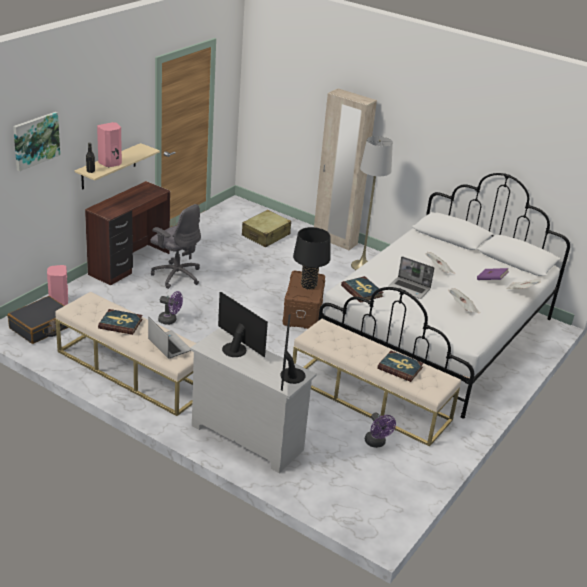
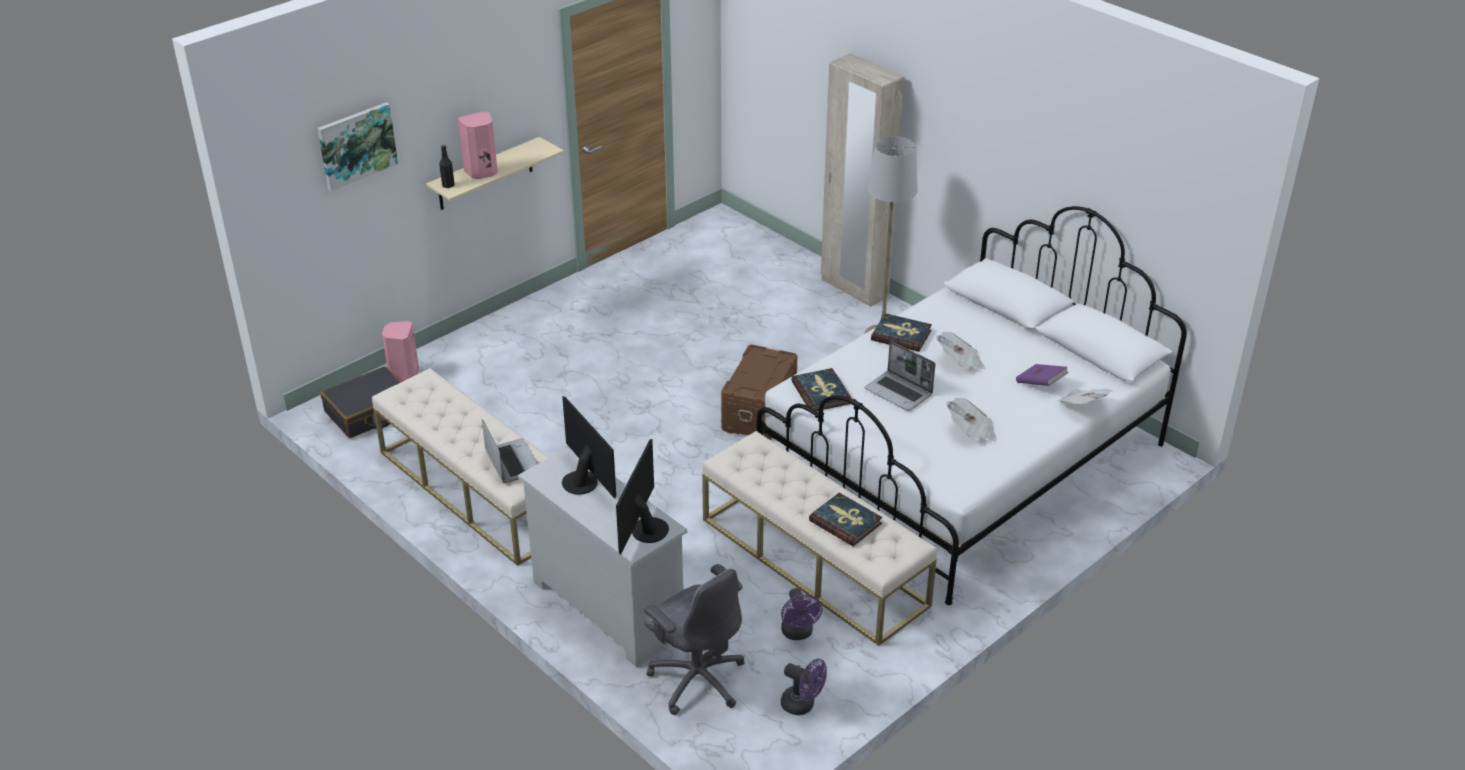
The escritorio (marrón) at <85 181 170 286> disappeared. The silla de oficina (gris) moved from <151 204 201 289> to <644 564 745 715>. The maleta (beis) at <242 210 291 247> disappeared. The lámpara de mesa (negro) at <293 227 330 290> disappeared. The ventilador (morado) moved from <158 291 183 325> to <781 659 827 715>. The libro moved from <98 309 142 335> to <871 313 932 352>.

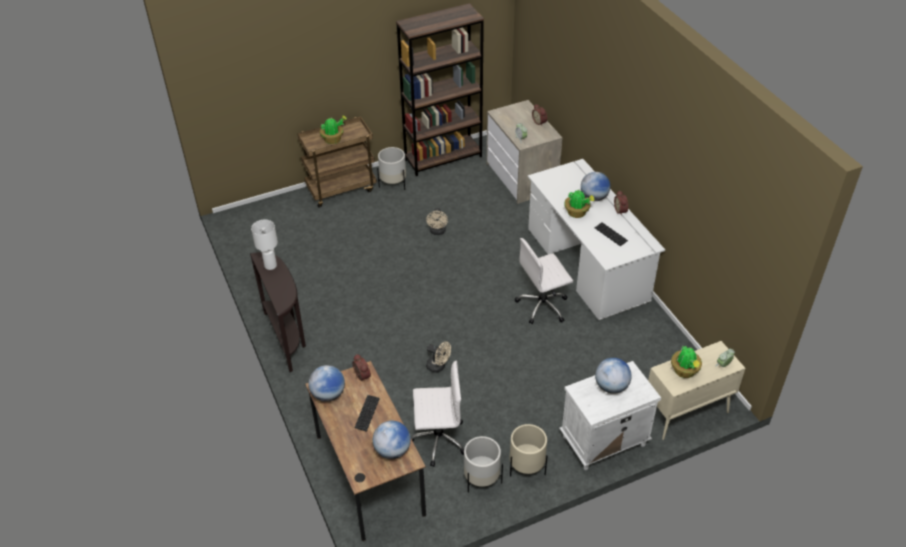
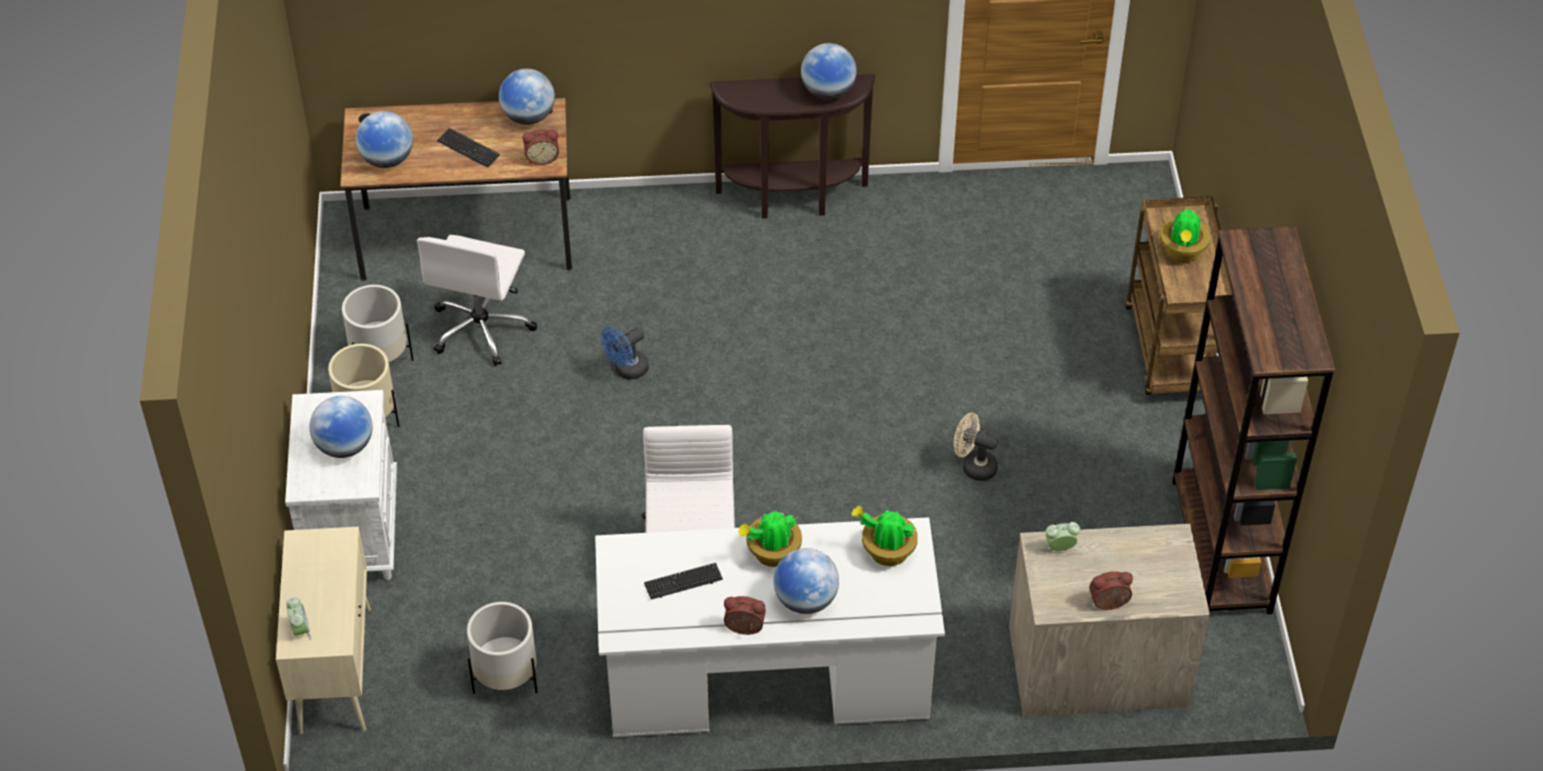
The maceta (blanco) moved from <377 147 406 190> to <467 602 538 694>. The lámpara de mesa (blanco) at <251 220 278 270> was replaced by the globo terráqueo at <801 43 857 99>. The ventilador (beis) at <426 342 451 373> became the ventilador (azul) at <601 326 649 380>. The planta en maceta moved from <671 346 702 378> to <851 506 918 566>.

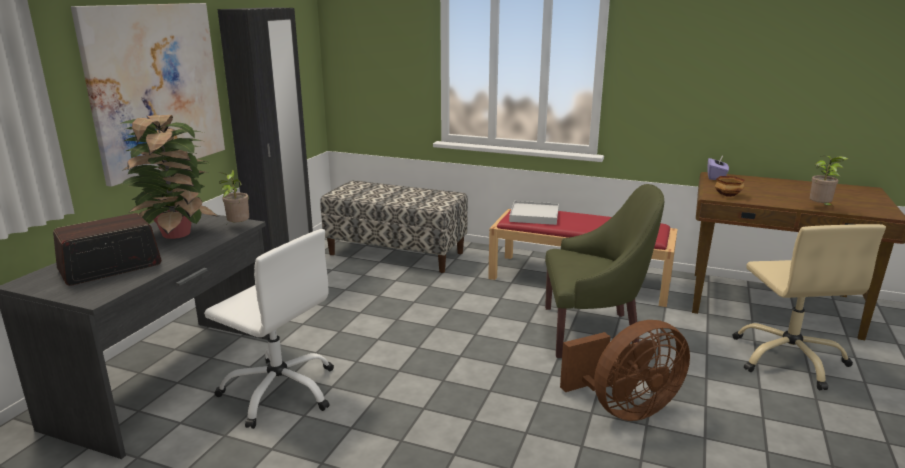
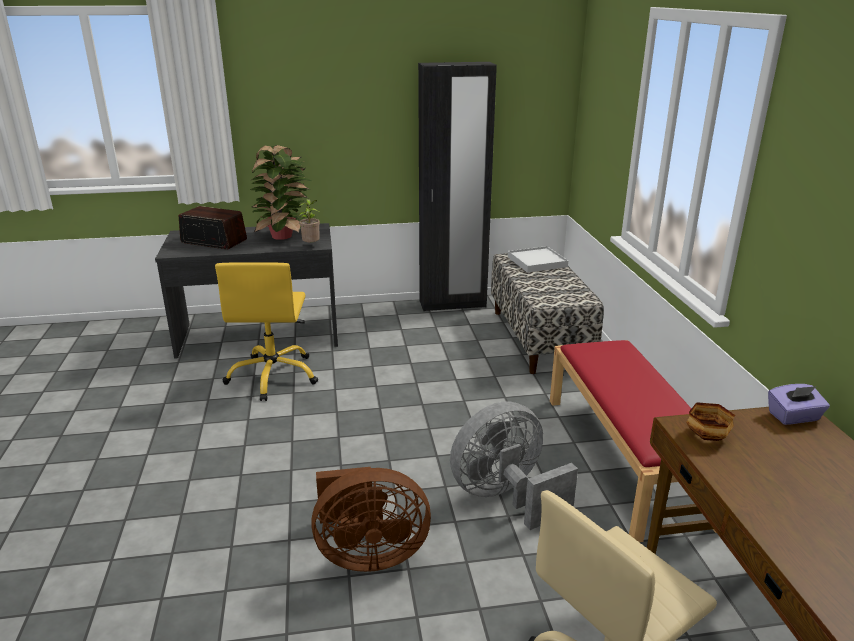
The cuadro at <71 3 225 187> disappeared. The planta en maceta at <810 156 848 207> disappeared. The sillón (verde) at <545 184 665 358> was replaced by the ventilador (gris) at <450 401 578 530>. The bandeja (blanco) moved from <509 201 559 225> to <508 246 568 273>. The silla de oficina (blanco) at <204 229 334 429> became the silla de oficina (amarillo) at <215 262 318 401>. The ventilador (marrón) at <560 320 690 421> turned 45 degrees counterclockwise.

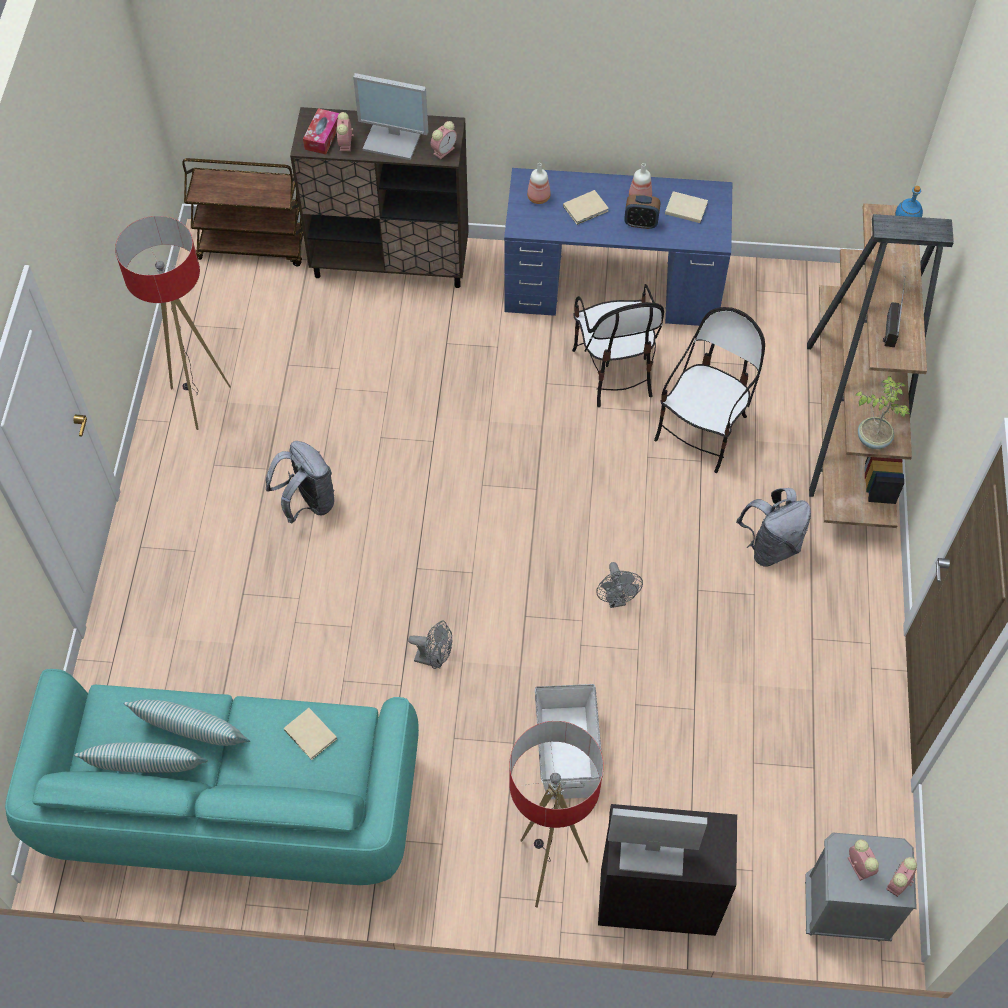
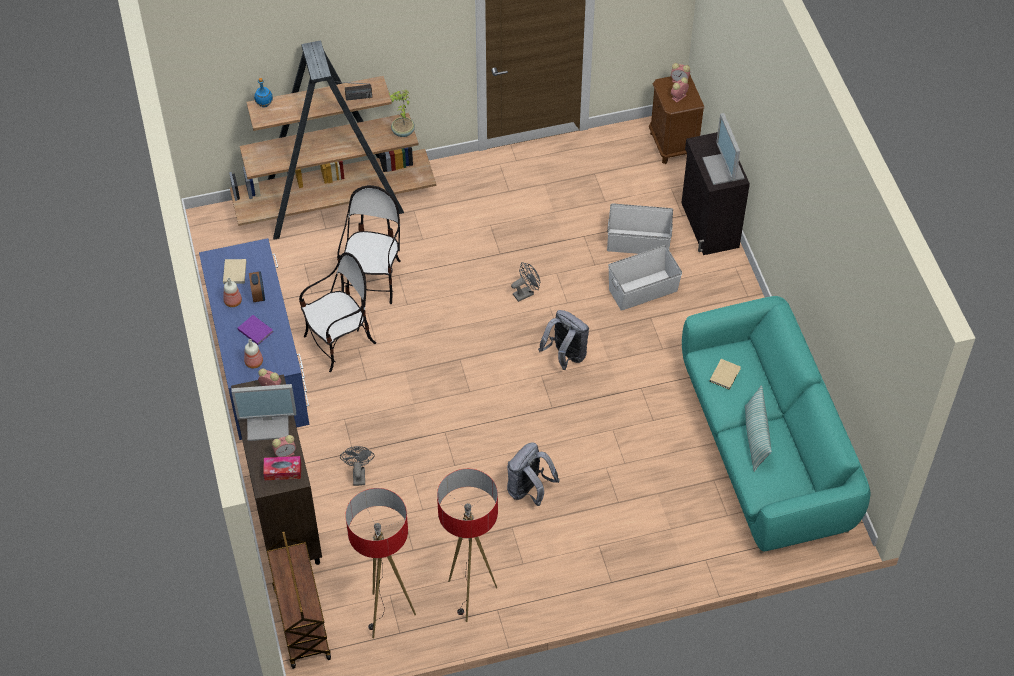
The monitor at <353 73 428 160> turned 90 degrees clockwise. The libro (beis) at <563 190 609 225> became the libro (morado) at <237 315 273 345>. The silla at <654 307 765 473> turned 90 degrees clockwise. The mochila (gris) moved from <736 488 811 567> to <538 310 589 370>. The ventilador (gris) moved from <408 621 452 669> to <340 446 375 486>. The lámpara de pie moved from <509 721 604 907> to <345 488 416 639>. The cojín at <74 742 208 773> disappeared. The mesita de noche (gris) at <805 833 917 942> became the mesita de noche (marrón) at <649 75 704 164>. The caja de almacenaje (blanco) at <607 203 673 254> appeared.

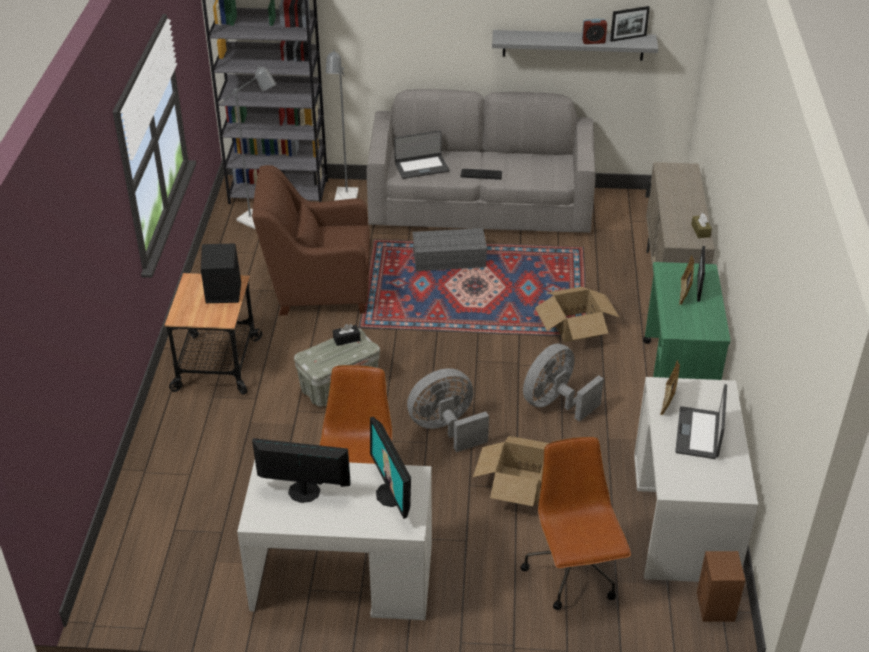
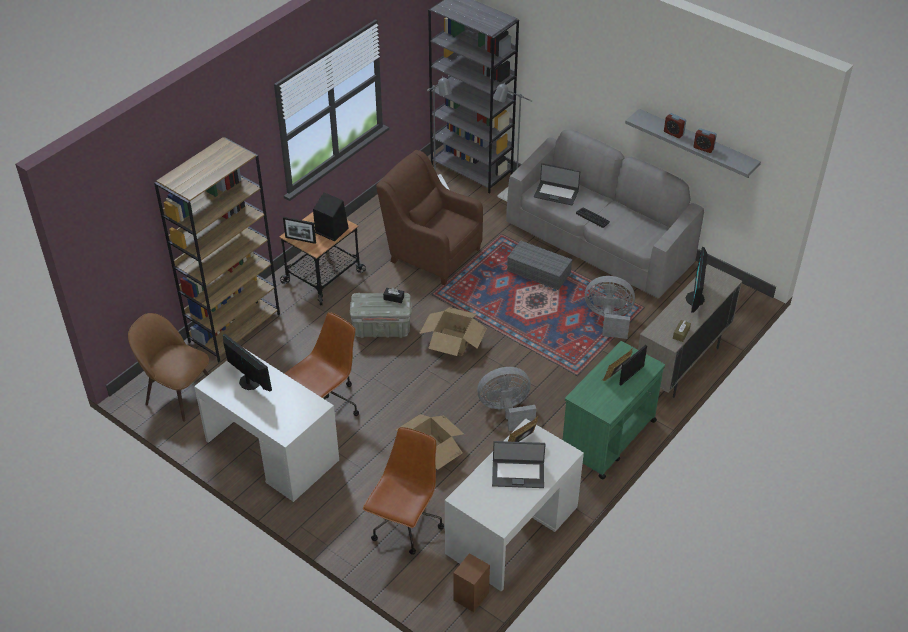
The portarretratos moved from <610 6 650 42> to <283 217 316 244>. The caja de cartón moved from <535 287 620 342> to <419 307 487 356>. The ventilador (gris) moved from <407 368 489 452> to <585 276 635 339>. The portátil at <675 384 727 459> turned 135 degrees counterclockwise. The monitor moved from <370 417 411 519> to <686 247 708 313>. The despertador at <664 113 686 138> appeared. The estantería (marrón) at <154 137 280 362> appeared. The silla (marrón) at <128 313 209 422> appeared.

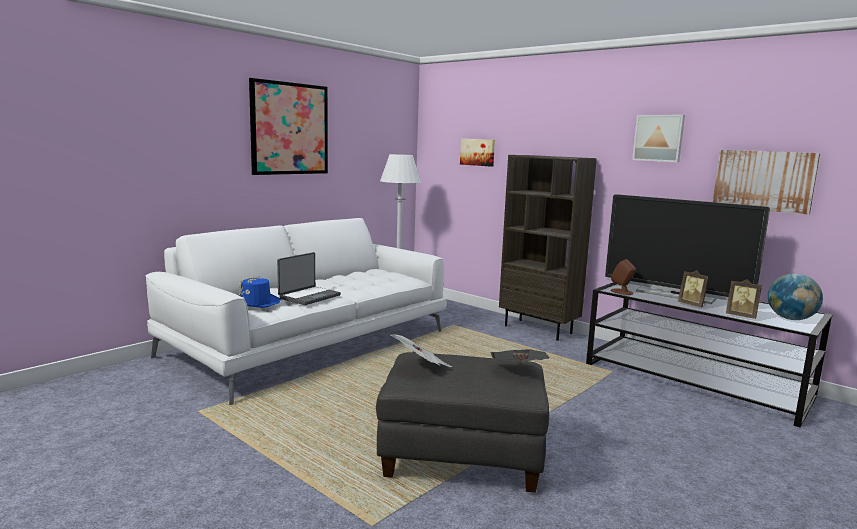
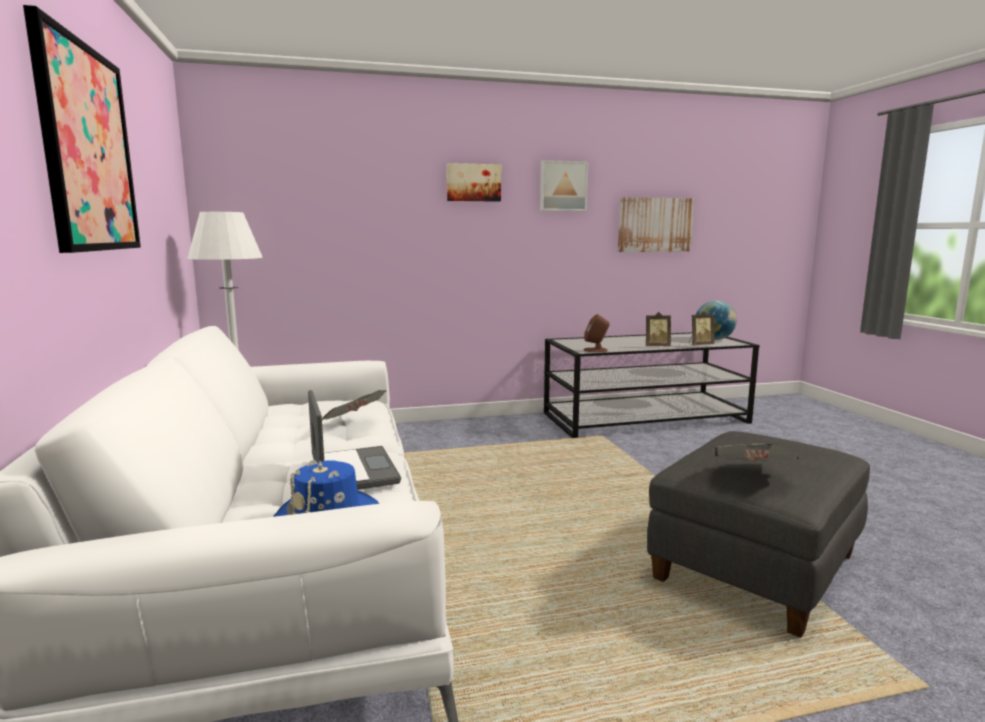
The cuadro moved from <460 139 495 167> to <447 163 501 202>. The estantería (marrón) at <499 155 597 341> disappeared. The televisor at <605 194 770 304> disappeared. The periódico moved from <490 349 549 362> to <322 390 387 420>.

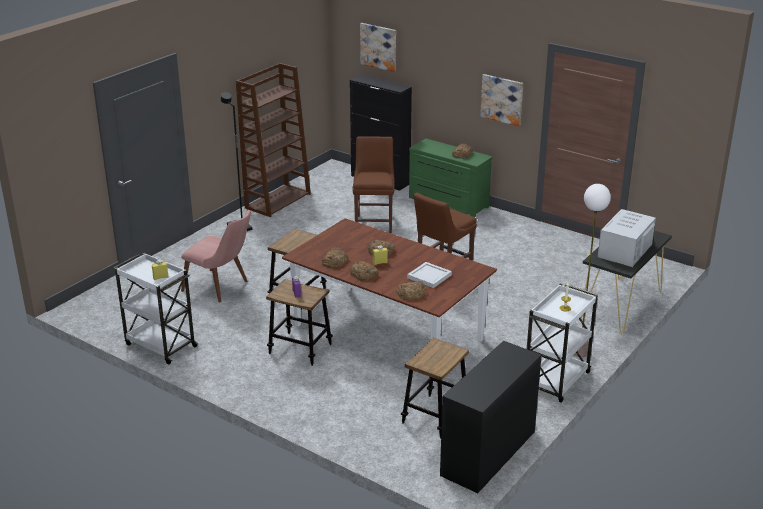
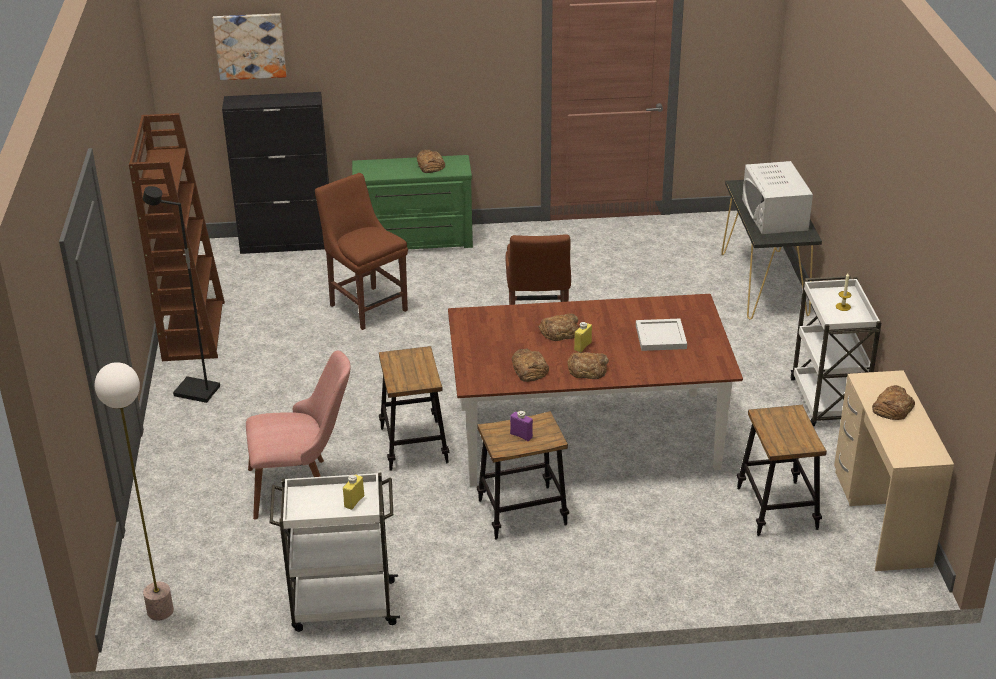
The cuadro at <480 74 523 126> disappeared. The lámpara de pie moved from <574 184 611 357> to <95 362 174 620>. The pan moved from <396 281 426 300> to <872 385 915 420>. The escritorio (negro) at <440 341 542 493> became the escritorio (beis) at <834 370 954 571>.

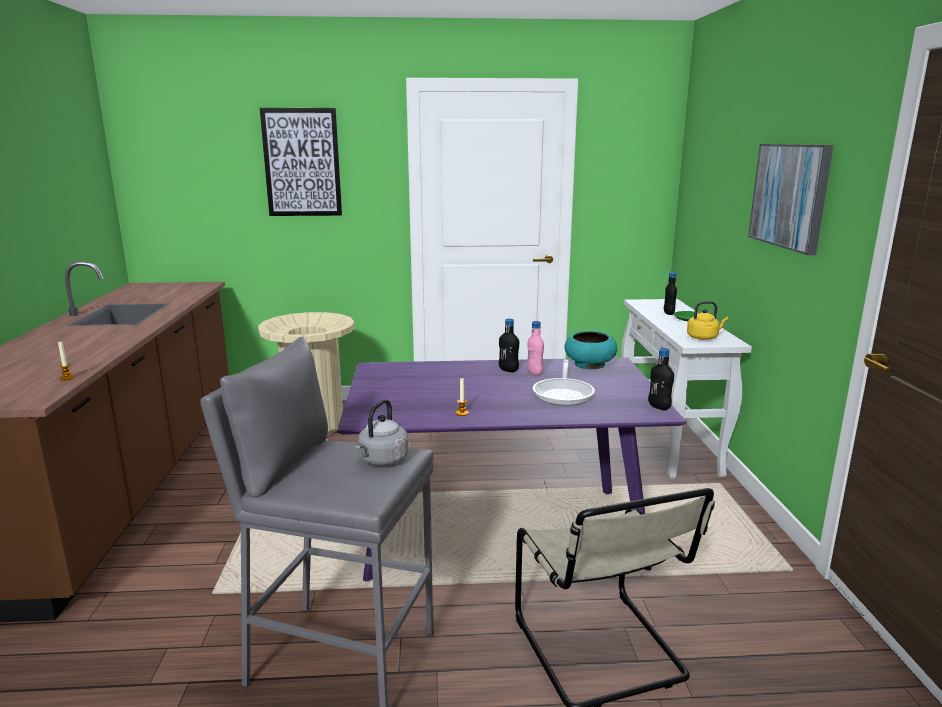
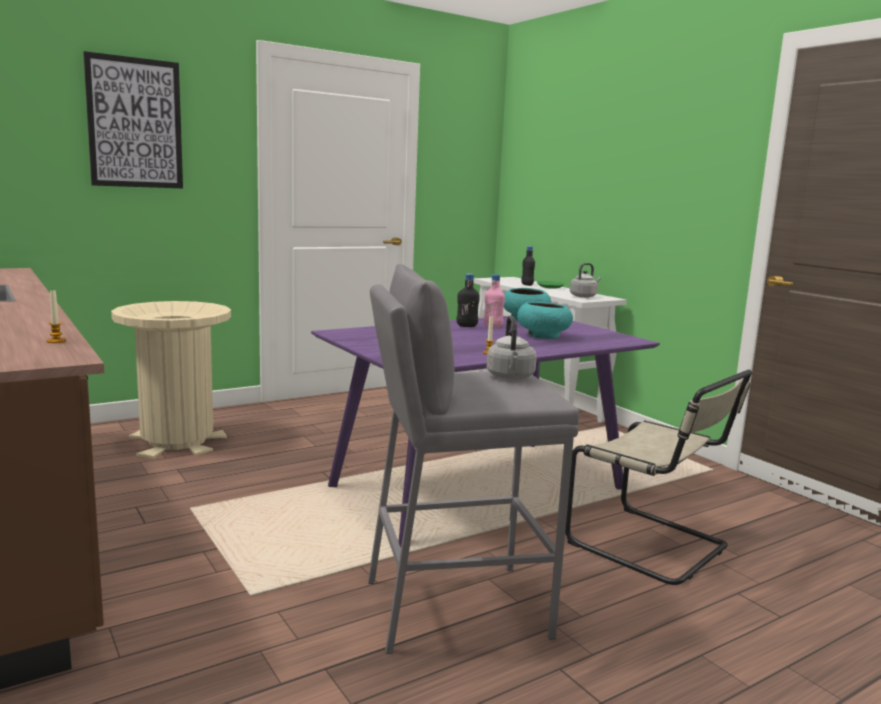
The cuadro at <748 144 833 255> disappeared. The hervidor (amarillo) at <687 301 728 340> became the hervidor (gris) at <570 263 601 298>. The botella (negro) at <648 348 674 410> disappeared. The sartén at <533 360 595 406> was replaced by the cuenco (turquesa) at <517 302 573 339>.

